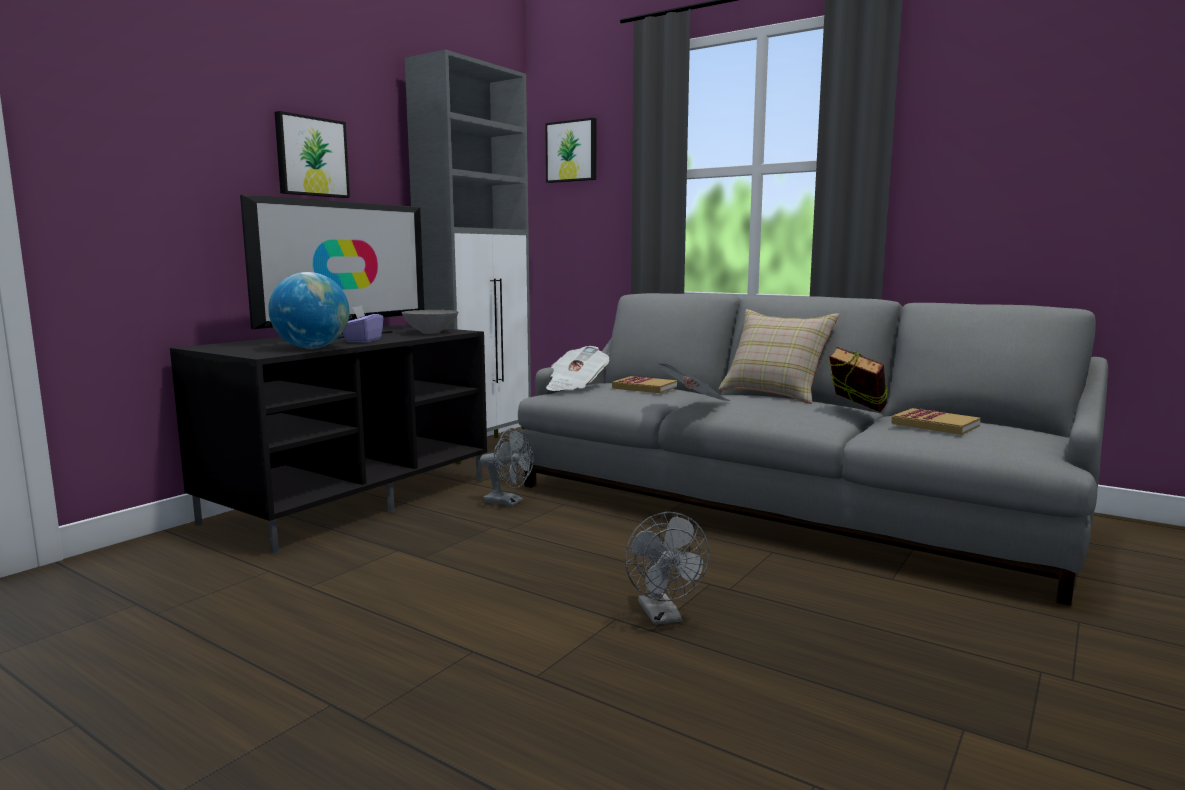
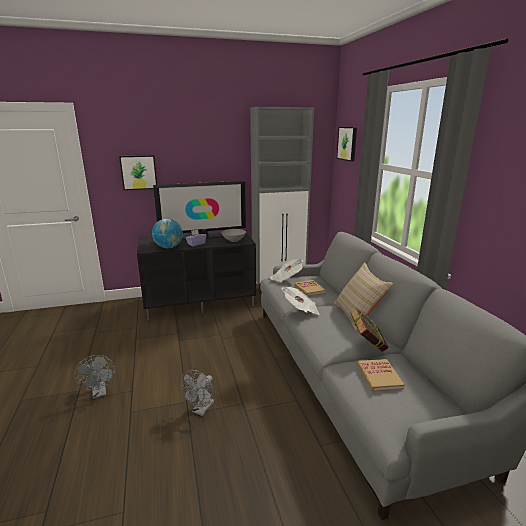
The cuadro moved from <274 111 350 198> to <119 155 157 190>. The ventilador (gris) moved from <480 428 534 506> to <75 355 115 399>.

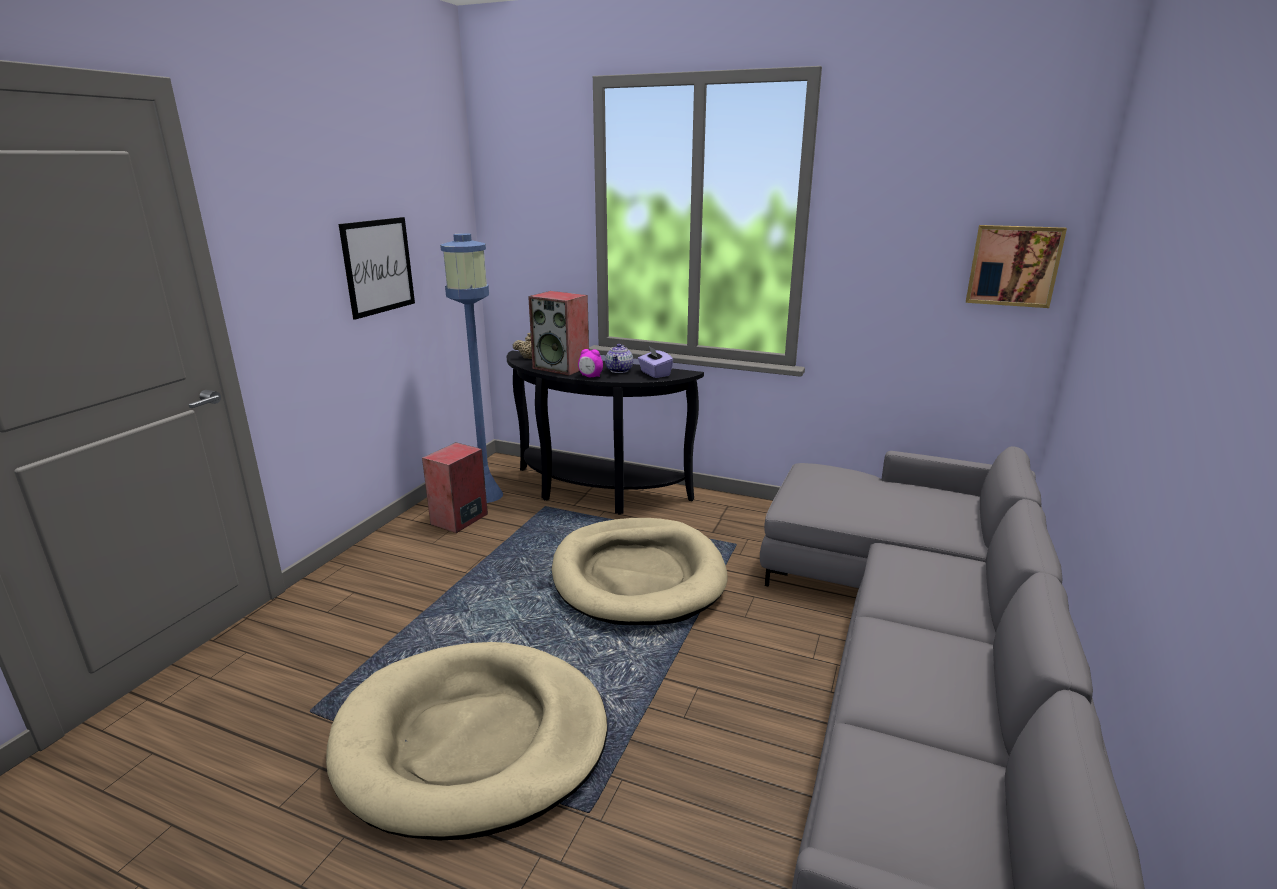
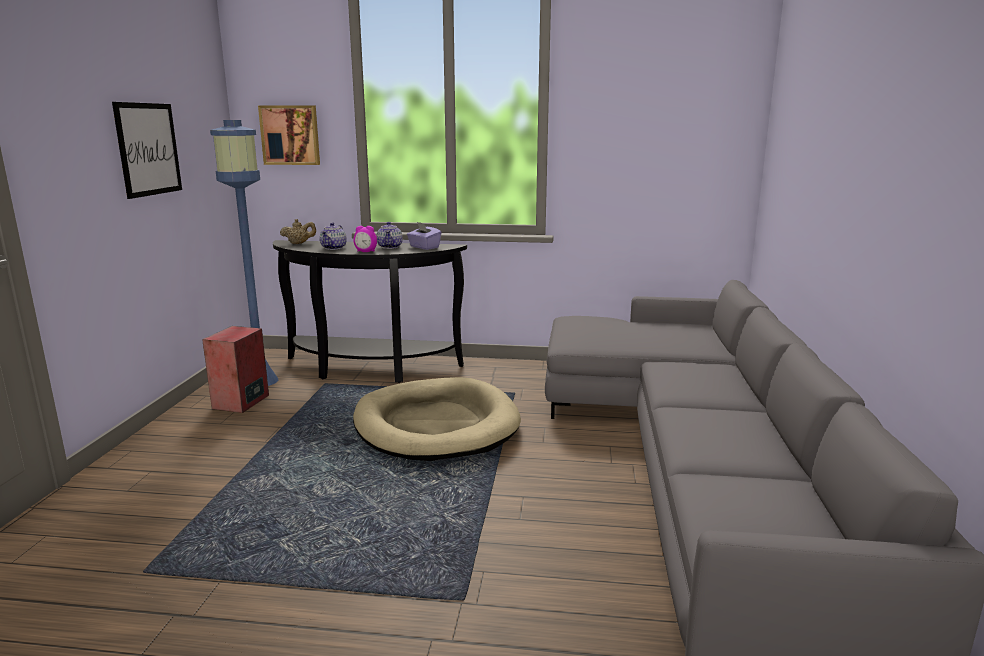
The cuadro moved from <966 225 1067 308> to <258 105 320 165>. The altavoz at <528 291 589 375> was replaced by the tetera at <320 223 347 250>. The cama para perro (beis) at <326 642 608 841> disappeared.

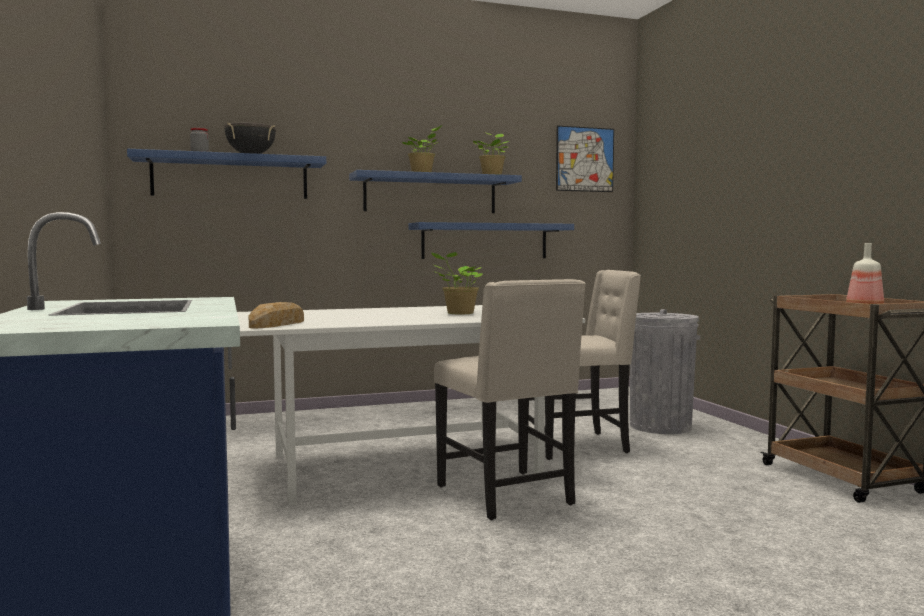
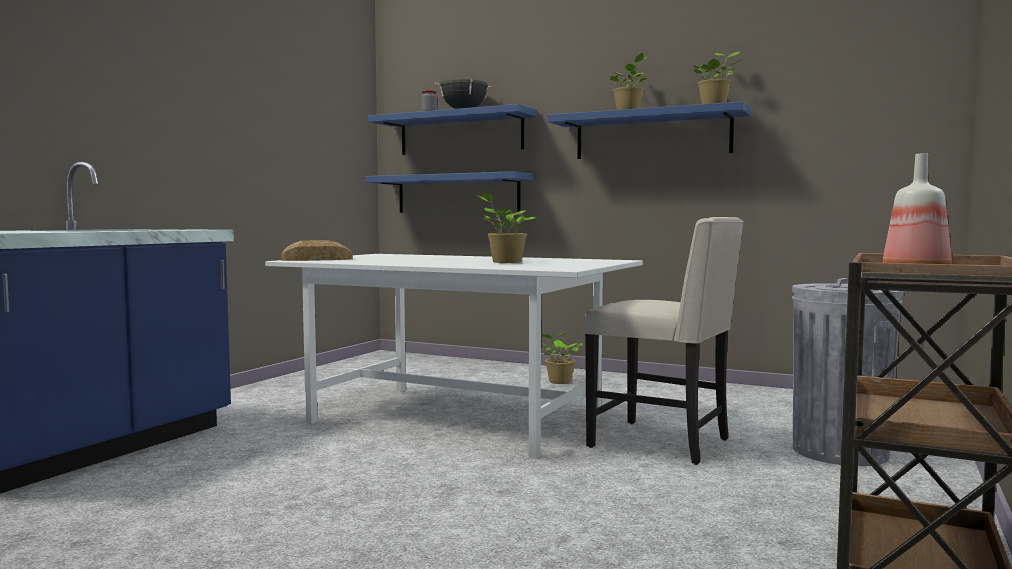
The cuadro at <556 126 614 192> disappeared. The estante (azul) moved from <408 222 574 259> to <366 171 533 213>. The silla (beis) at <434 279 586 520> disappeared. The planta en maceta at <541 333 583 384> appeared.

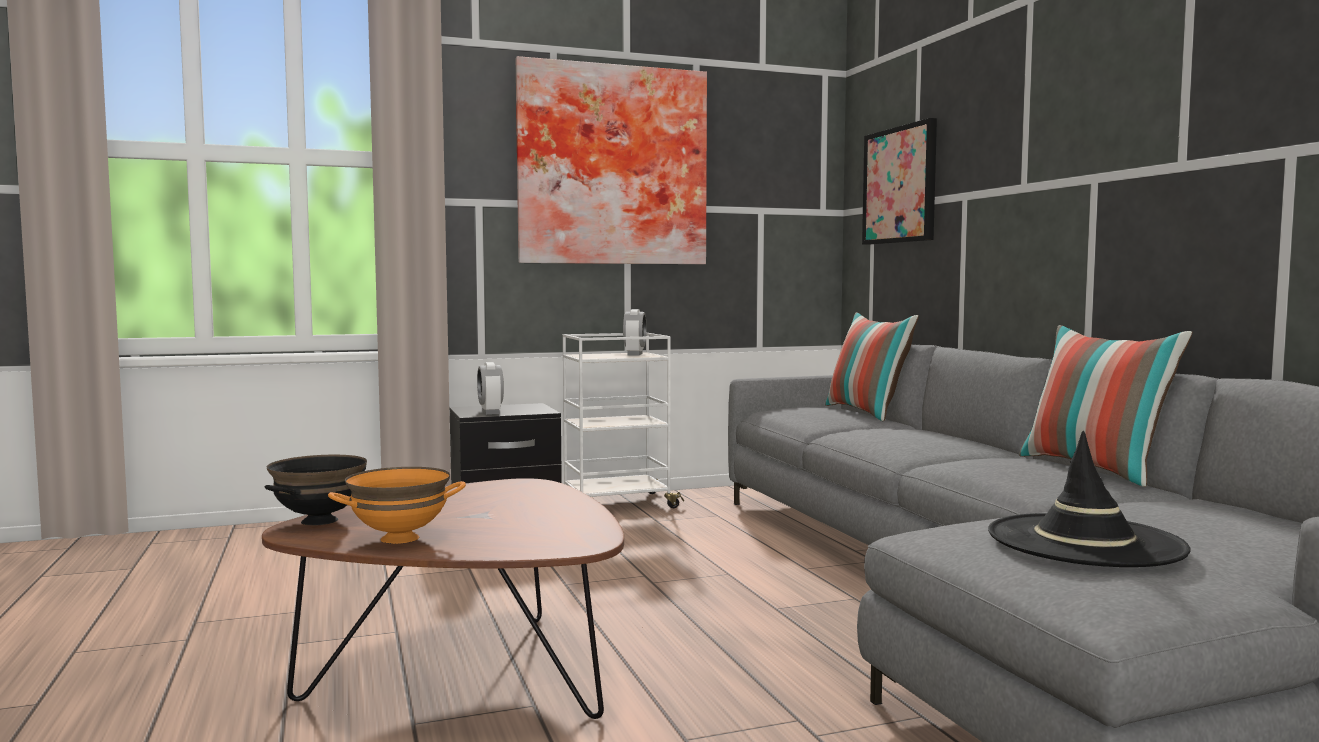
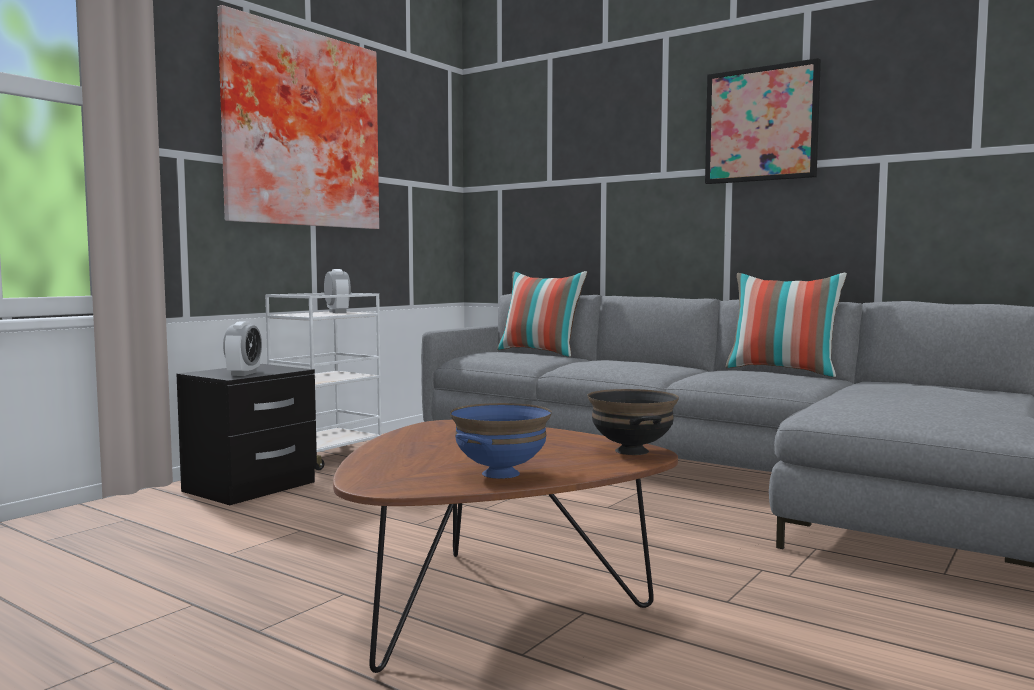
The cuadro moved from <862 118 937 245> to <705 58 821 184>. The despertador at <477 362 504 415> turned 120 degrees counterclockwise. The sombrero (negro) at <988 431 1191 567> disappeared. The cuenco (negro) moved from <265 455 367 525> to <587 389 679 455>. The cuenco (naranja) at <328 467 466 544> became the cuenco (azul) at <450 403 552 479>.

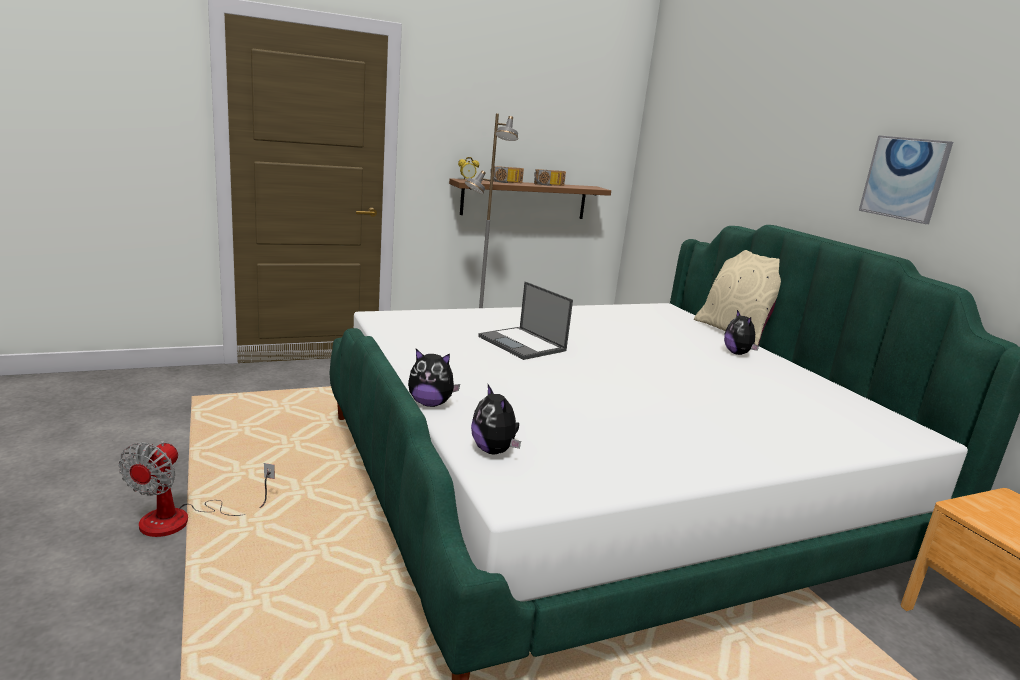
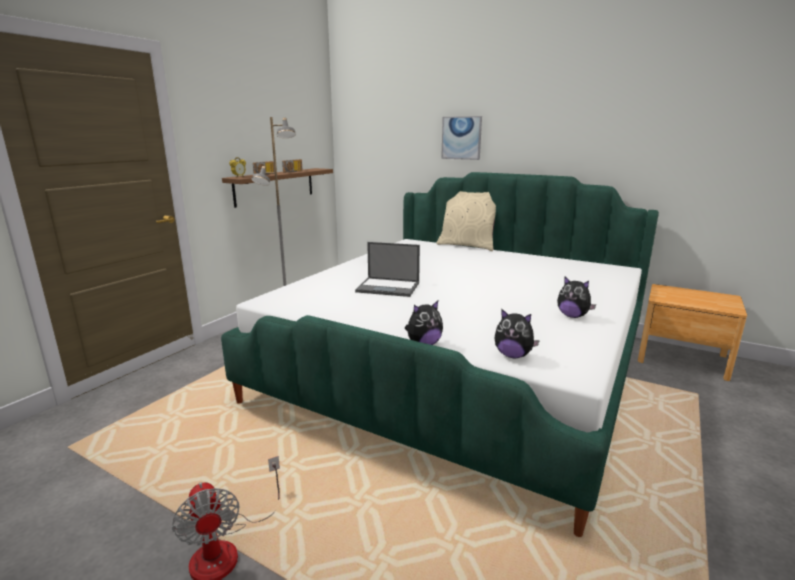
The cuadro moved from <859 135 953 224> to <441 116 482 160>. The peluche moved from <724 310 759 355> to <557 277 596 318>.

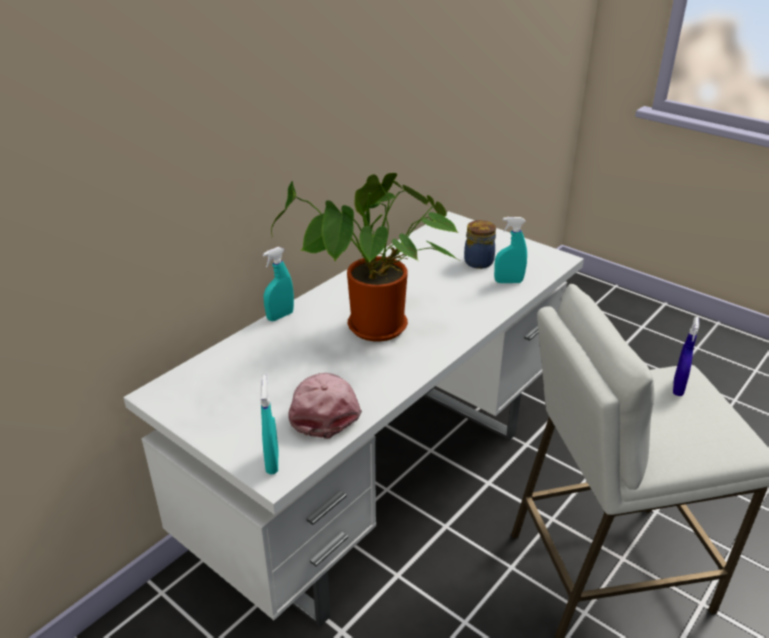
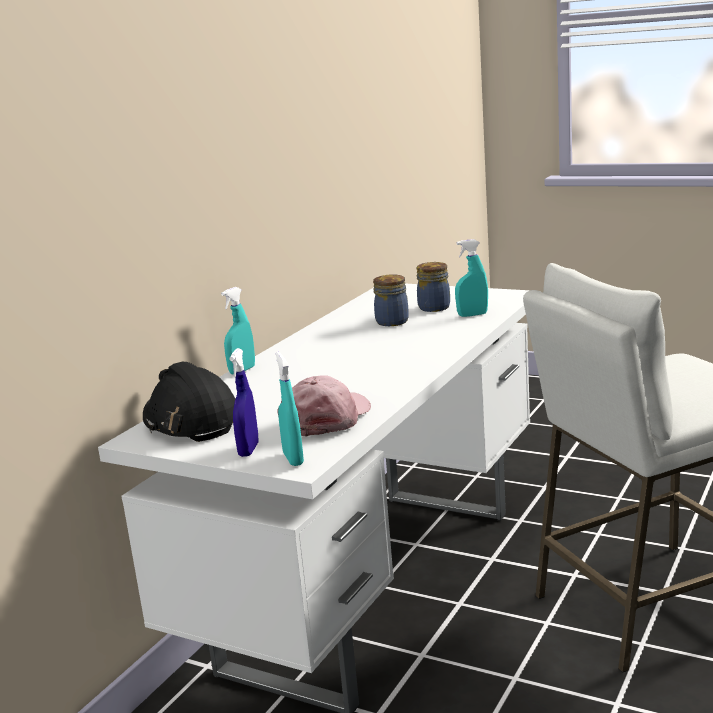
The planta en maceta at <271 173 459 341> disappeared. The pulverizador (azul) moved from <673 317 699 396> to <229 348 259 457>. The gorra (rosa) at <288 373 362 439> turned 45 degrees clockwise. The tarro at <373 274 409 326> appeared. The casco (negro) at <143 362 236 442> appeared.

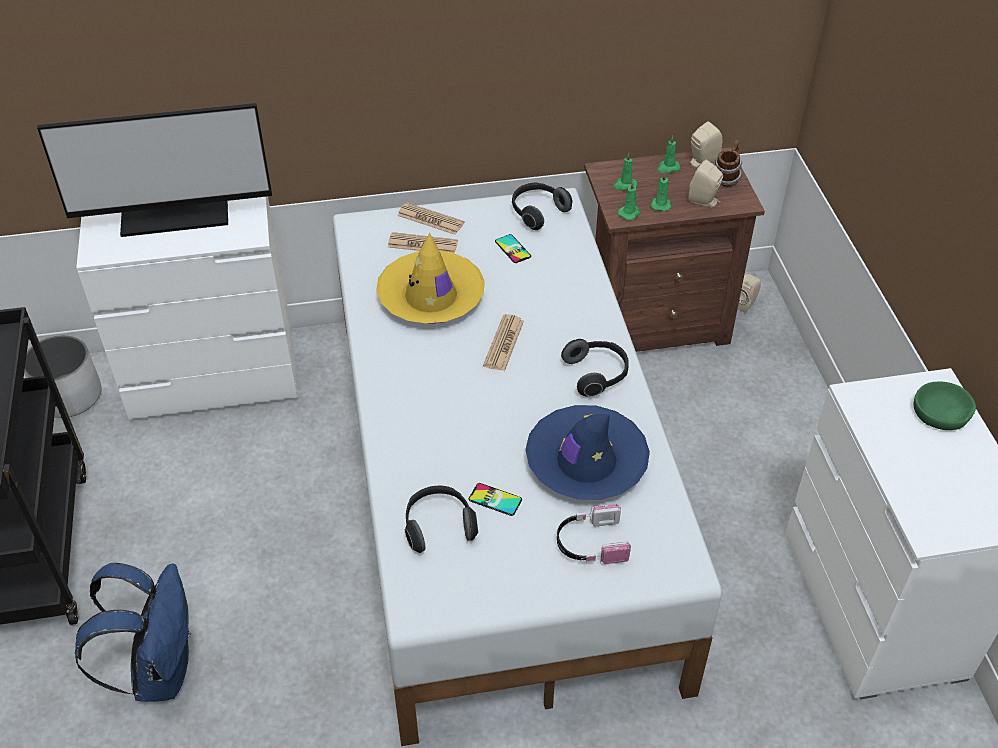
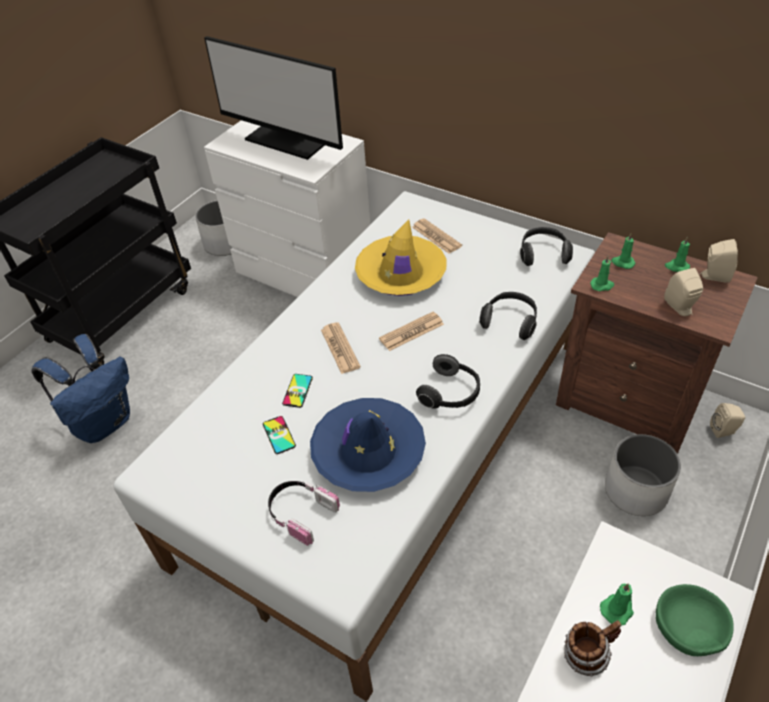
The taza grande moved from <715 140 742 187> to <564 620 622 676>. The vela (verde) moved from <651 173 671 211> to <600 583 634 626>. The periódico moved from <397 202 465 235> to <321 322 360 374>. The móvil moved from <495 234 531 263> to <282 374 313 408>. The auriculares moved from <405 486 478 553> to <479 292 537 340>. The maceta (blanco) at <605 434 681 516> appeared.

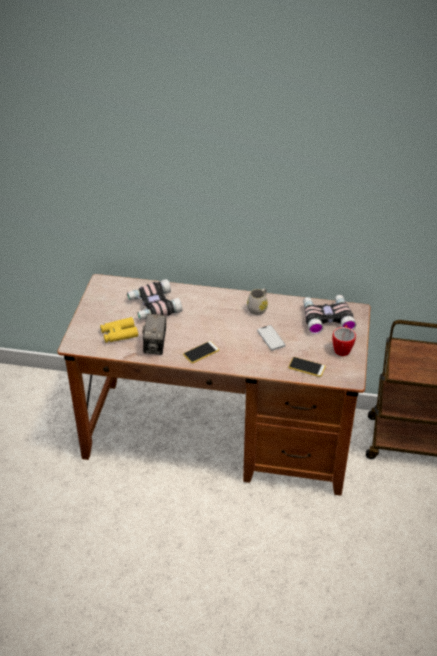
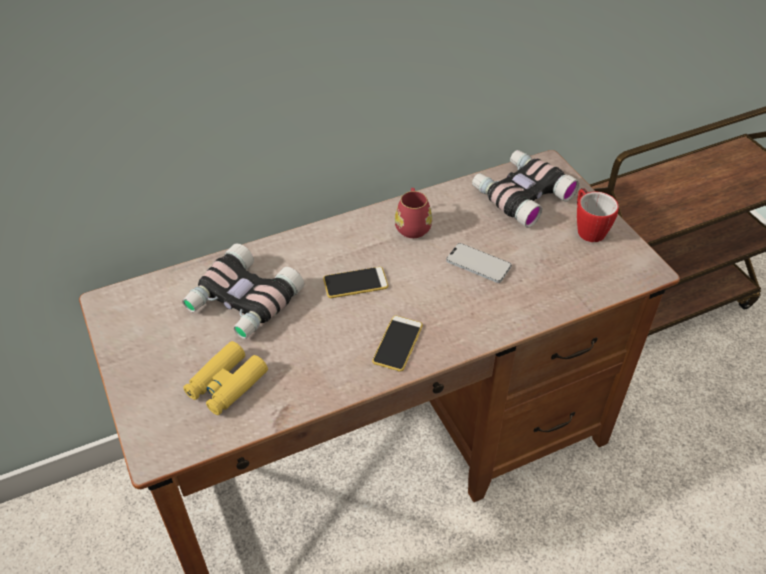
The taza grande (blanco) at <247 289 268 315> became the taza grande (rojo) at <395 188 432 238>. The cámara at <142 314 166 355> disappeared. The móvil moved from <288 357 326 377> to <323 267 388 298>.

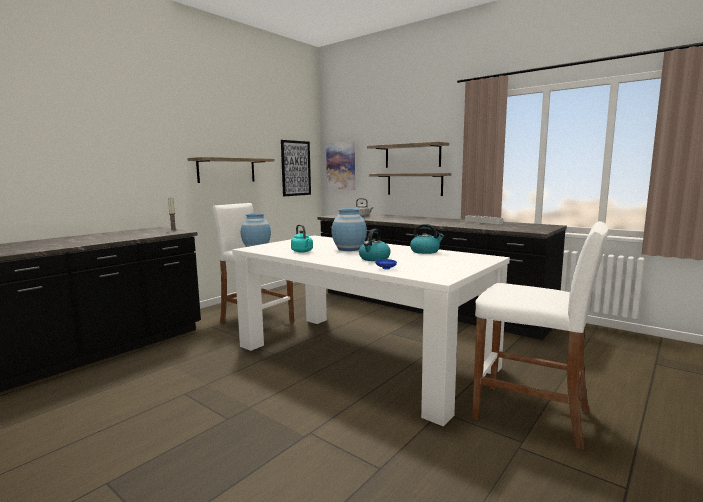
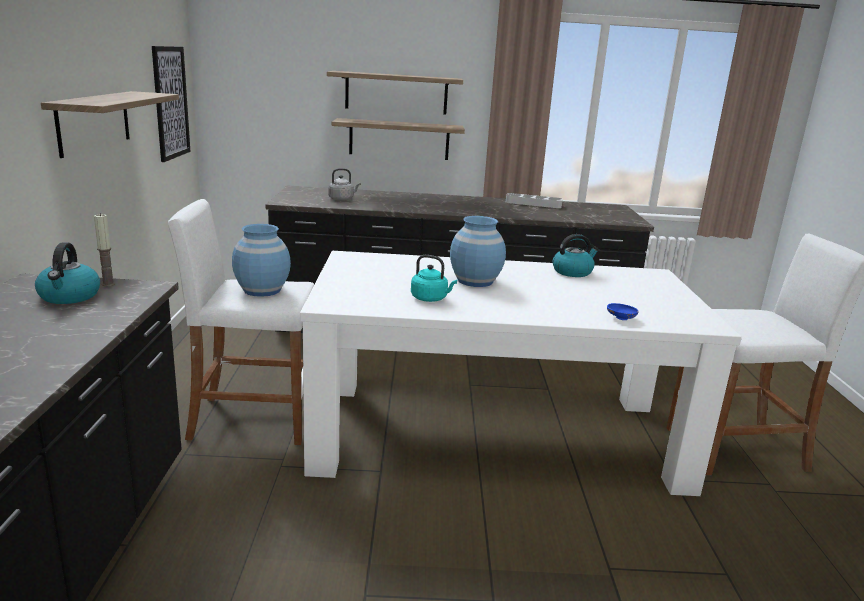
The cuadro at <326 142 355 190> disappeared. The hervidor moved from <359 229 391 261> to <35 242 100 304>.

